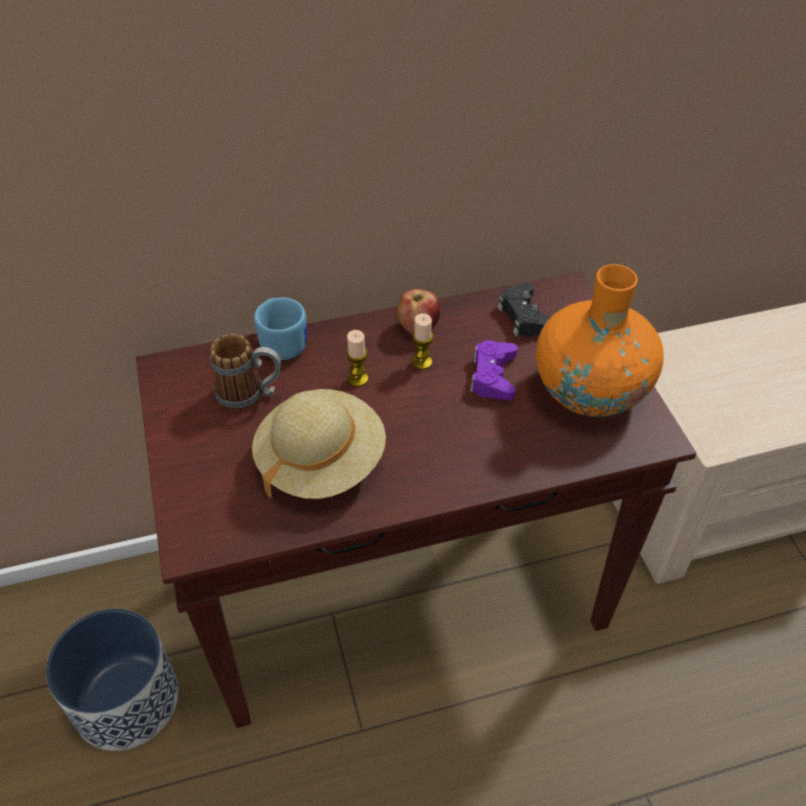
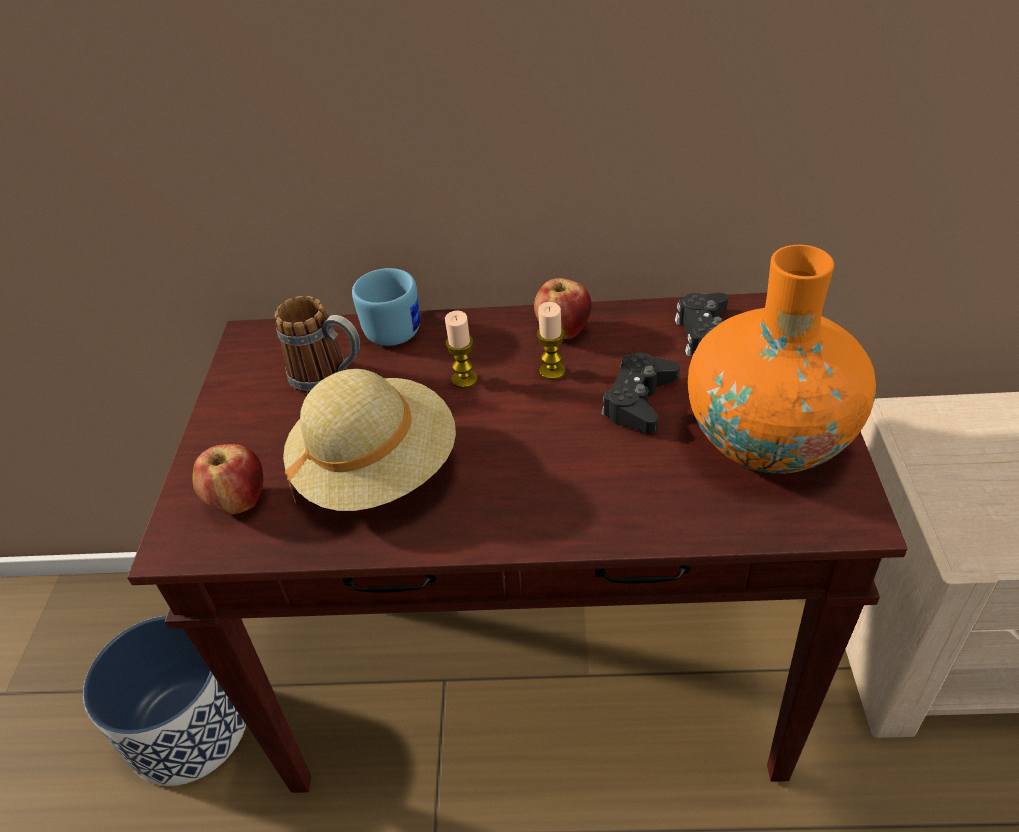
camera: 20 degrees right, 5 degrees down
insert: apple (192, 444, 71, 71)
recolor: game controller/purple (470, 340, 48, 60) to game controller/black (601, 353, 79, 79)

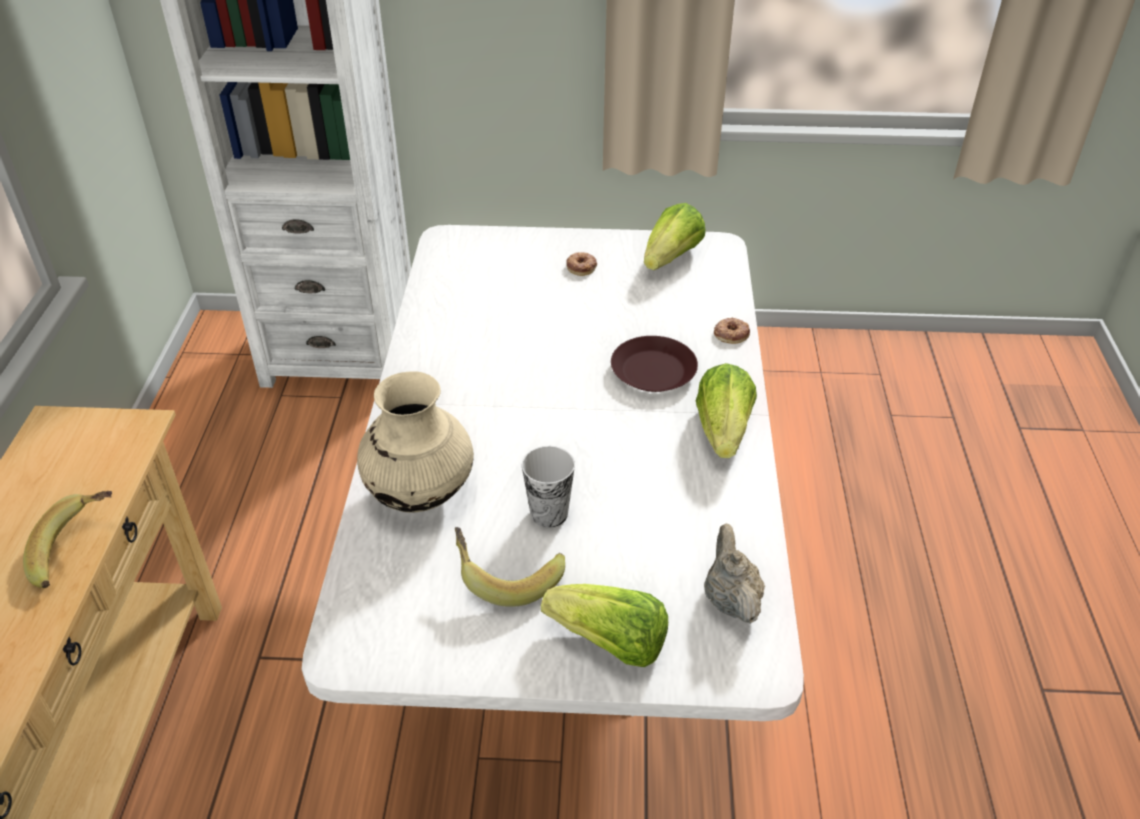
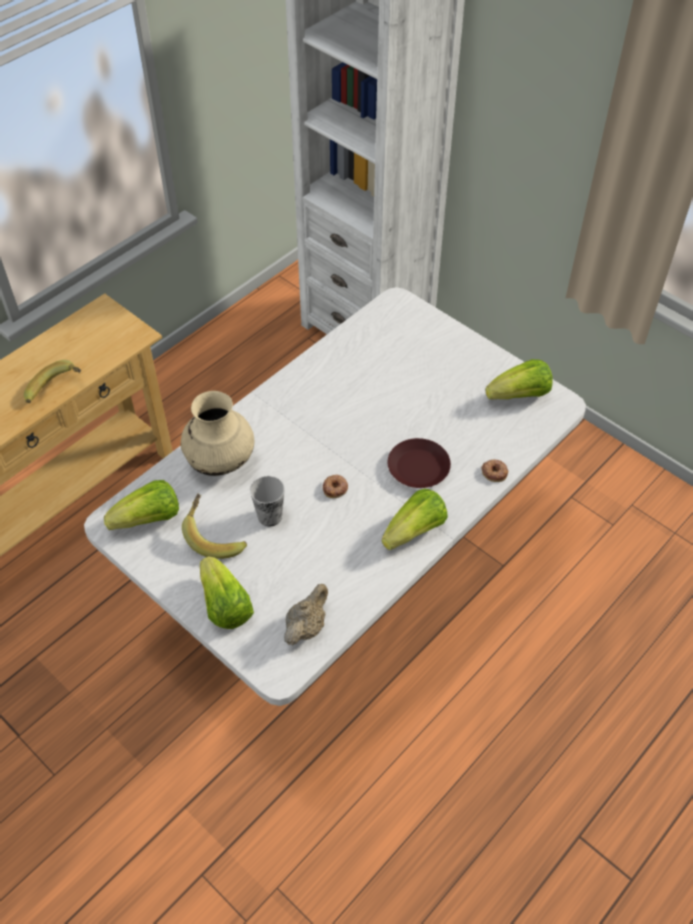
camera: 40 degrees right, 10 degrees up
insert: lettuce (104, 480, 75, 50)
move: donut (566, 252, 31, 24) to (323, 474, 25, 24)

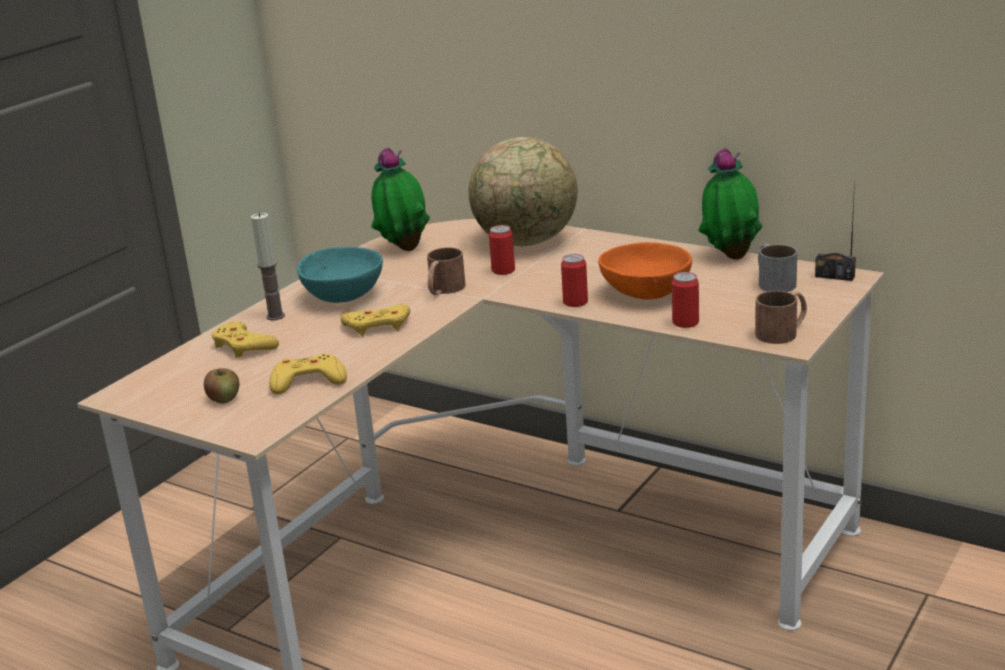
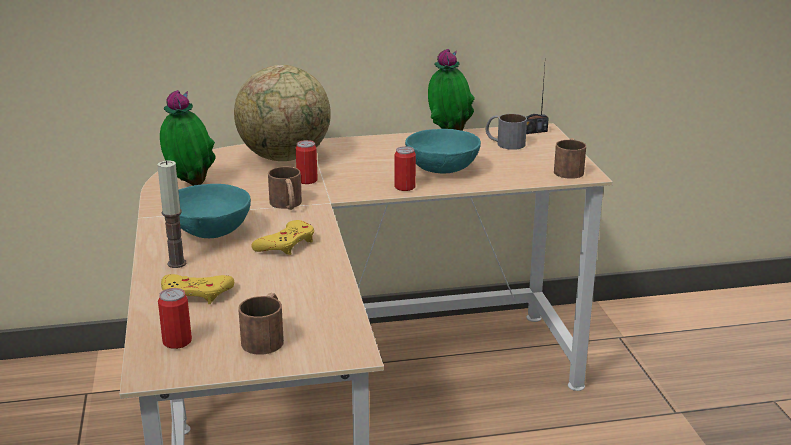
camera: 45 degrees left, 0 degrees up
delete: game controller/yellow (269, 354, 78, 40)
move: can (672, 272, 27, 56) to (158, 288, 34, 61)
replace: apple (204, 368, 35, 36) to mug/brown (238, 293, 46, 62)
recolor: bowl/orange (598, 242, 94, 58) to bowl/turquoise (405, 129, 76, 44)

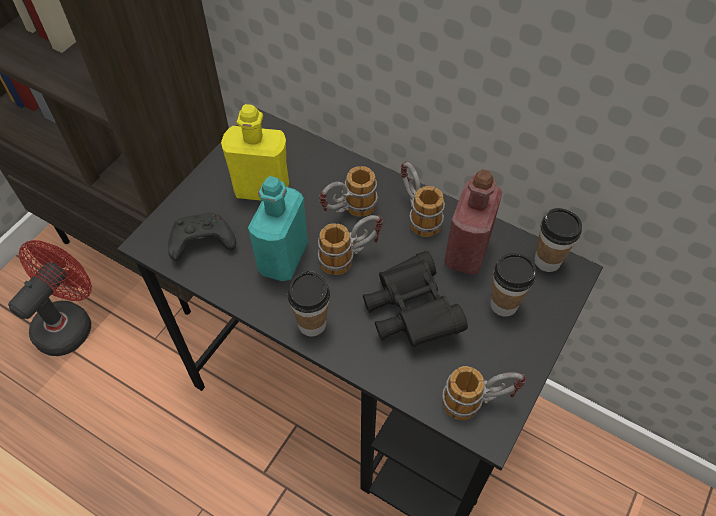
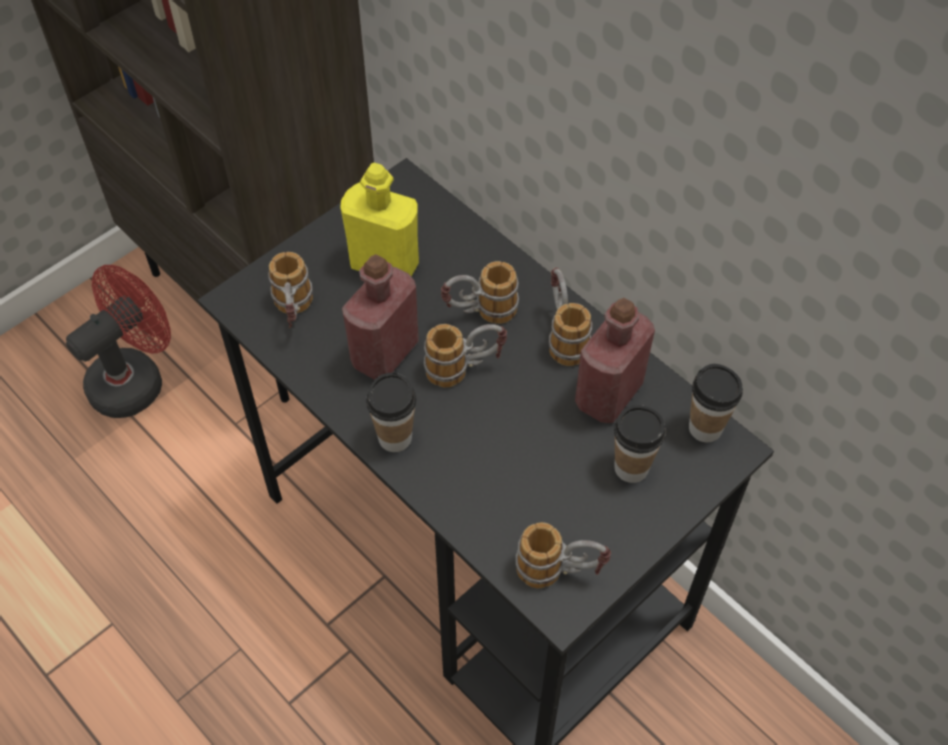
camera: 15 degrees right, 0 degrees up
delete: binoculars/black (363, 251, 105, 96)
replace: game controller/black (168, 213, 68, 48) to mug (268, 252, 45, 76)
recolor: bottle/turquoise (248, 176, 60, 105) to bottle/red (342, 254, 77, 126)

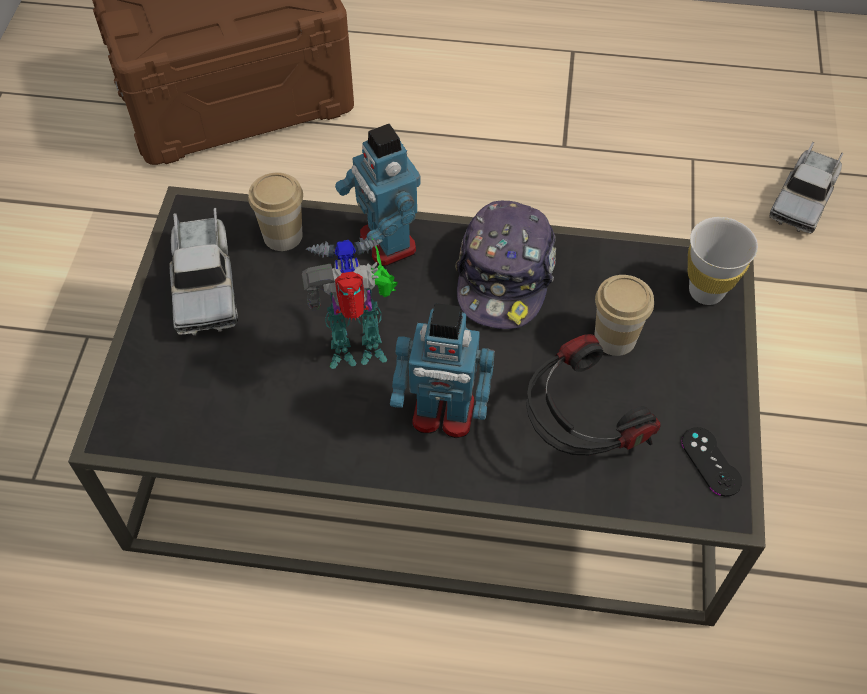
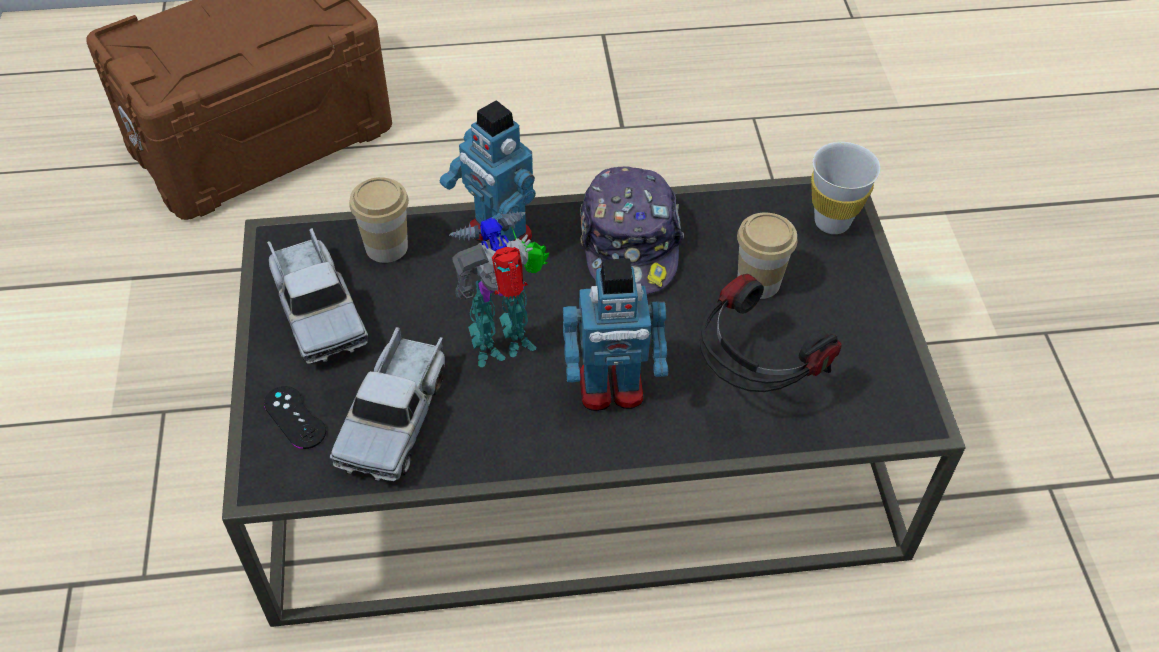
camera: 15 degrees left, 5 degrees down
move: game controller/black (681, 427, 61, 70) to (264, 386, 62, 63); toy truck (769, 142, 75, 92) to (330, 327, 115, 154)

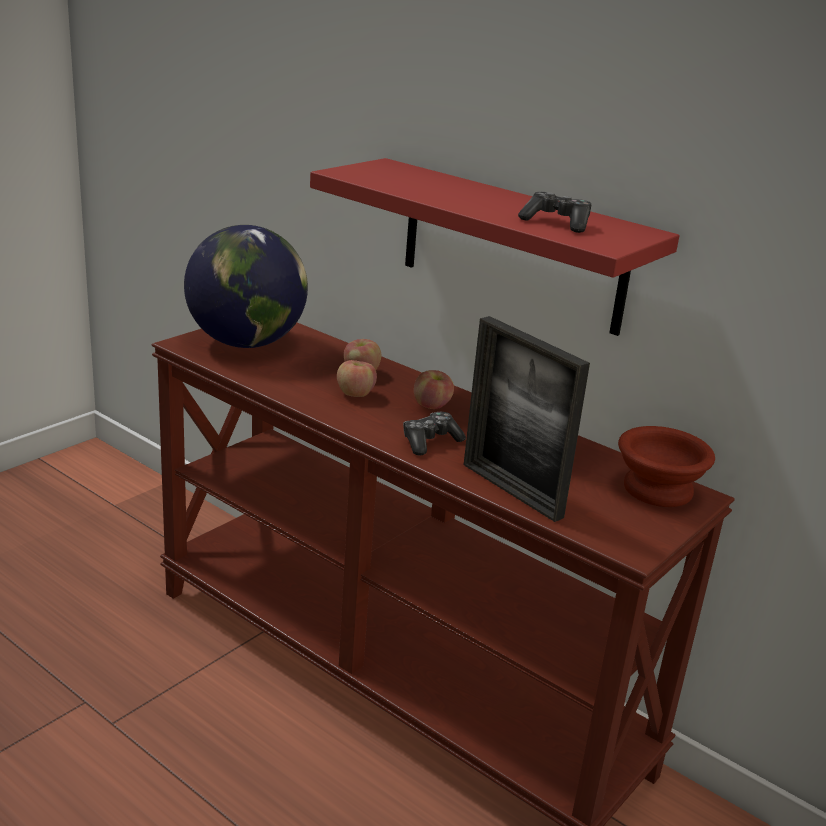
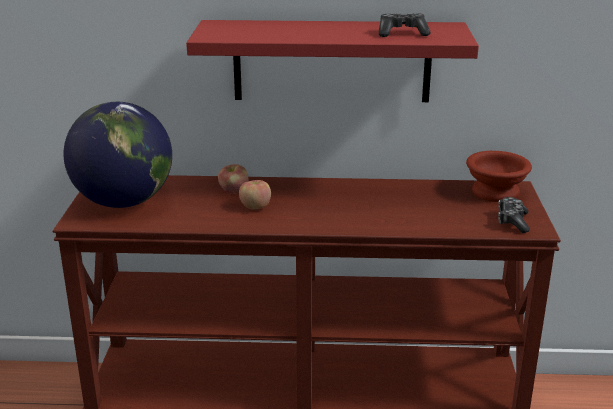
camera: 35 degrees left, 0 degrees up
delete: apple (414, 370, 40, 39); picture frame (464, 316, 126, 206)
move: game controller (403, 412, 63, 44) to (498, 197, 32, 36)

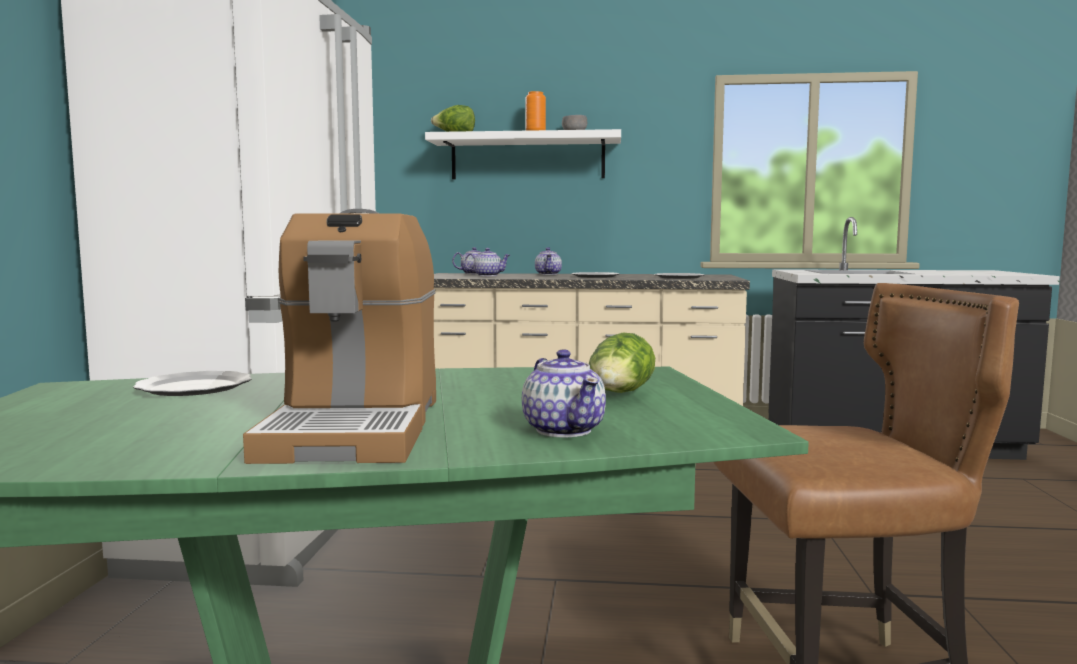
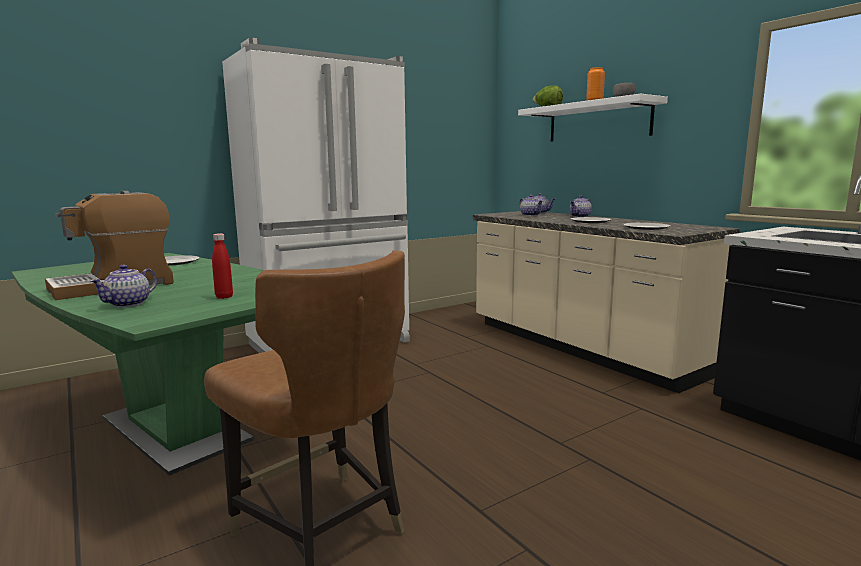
camera: 50 degrees right, 5 degrees up
replace: lettuce (589, 333, 66, 60) to bottle/red (212, 233, 21, 66)

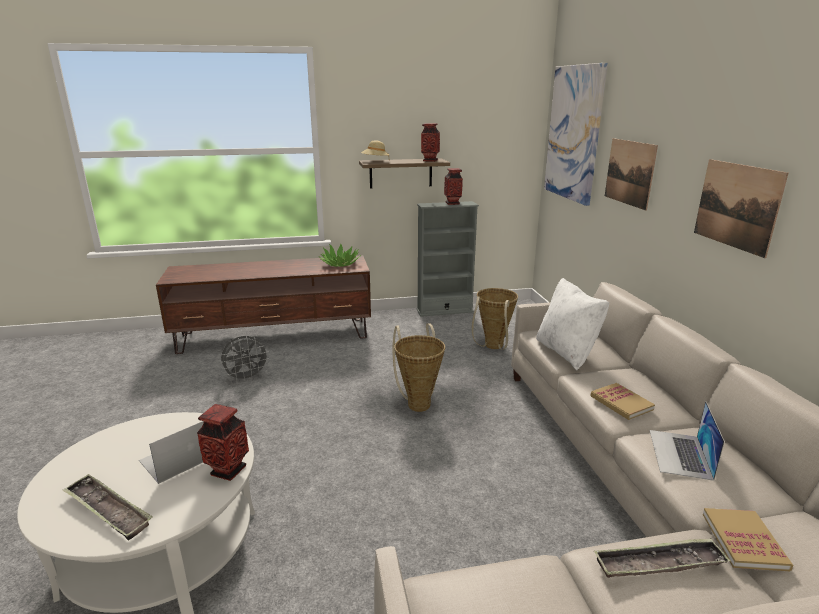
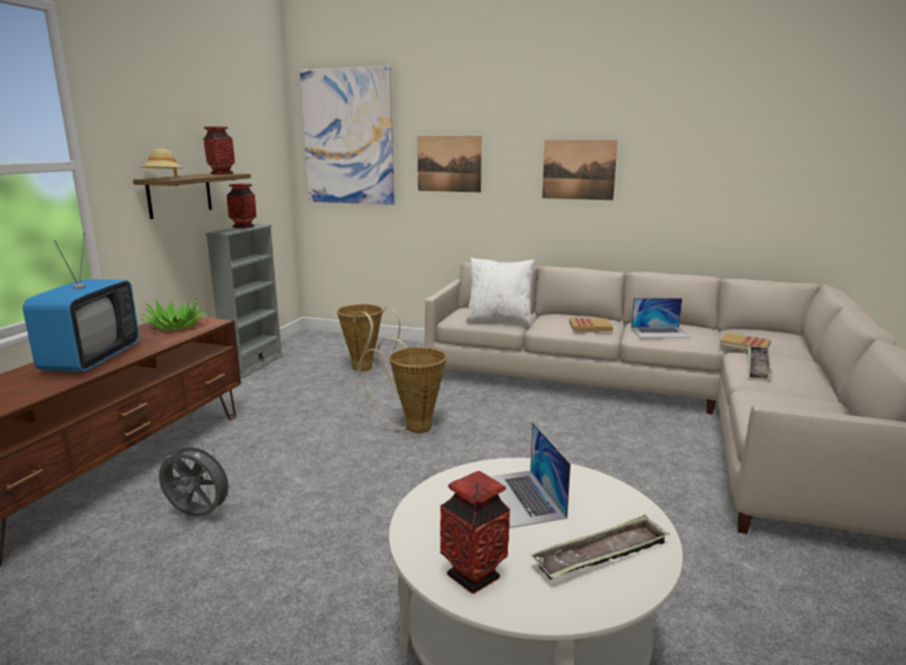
camera: 60 degrees left, 5 degrees down
insert: television (23, 233, 116, 139)
move: vase (197, 404, 52, 77) to (440, 471, 70, 123)
rotate: fan/grey (220, 336, 50, 46) = (159, 441, 76, 76) 75 degrees counterclockwise; laptop (650, 401, 75, 80) = (631, 298, 60, 40) 45 degrees counterclockwise

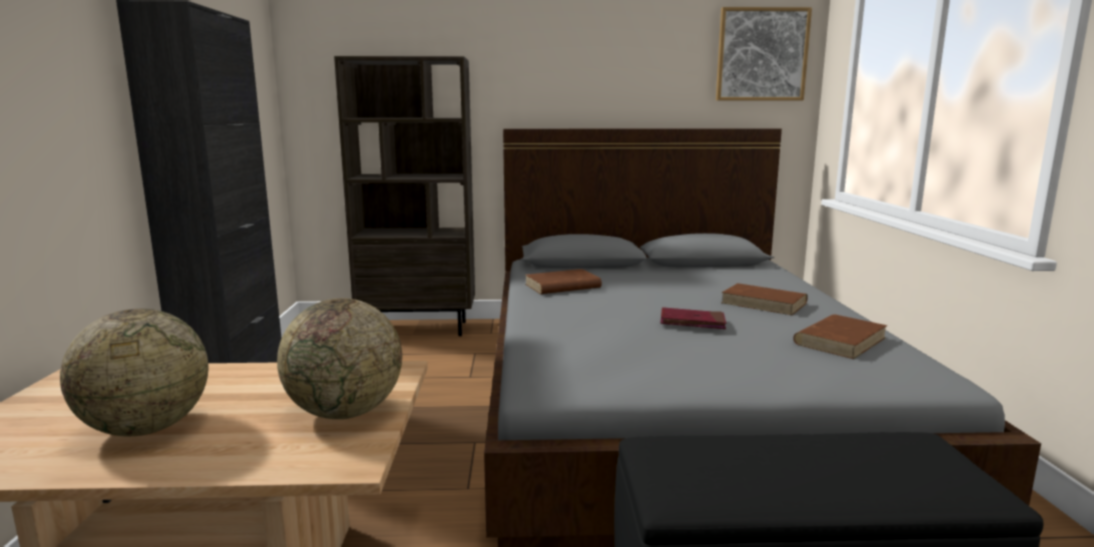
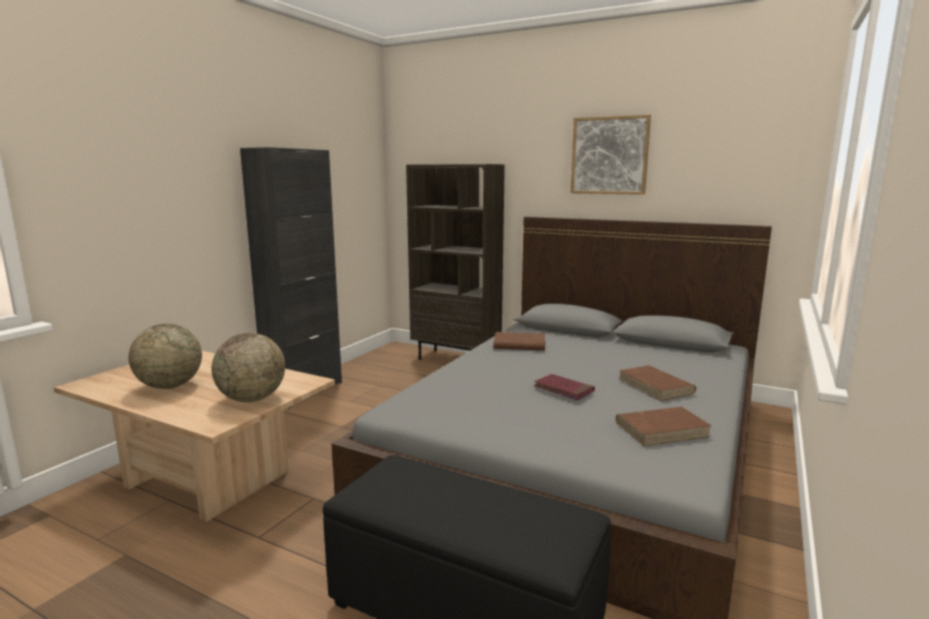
camera: 30 degrees right, 0 degrees up
move: picture (716, 7, 96, 94) to (571, 115, 80, 80)

